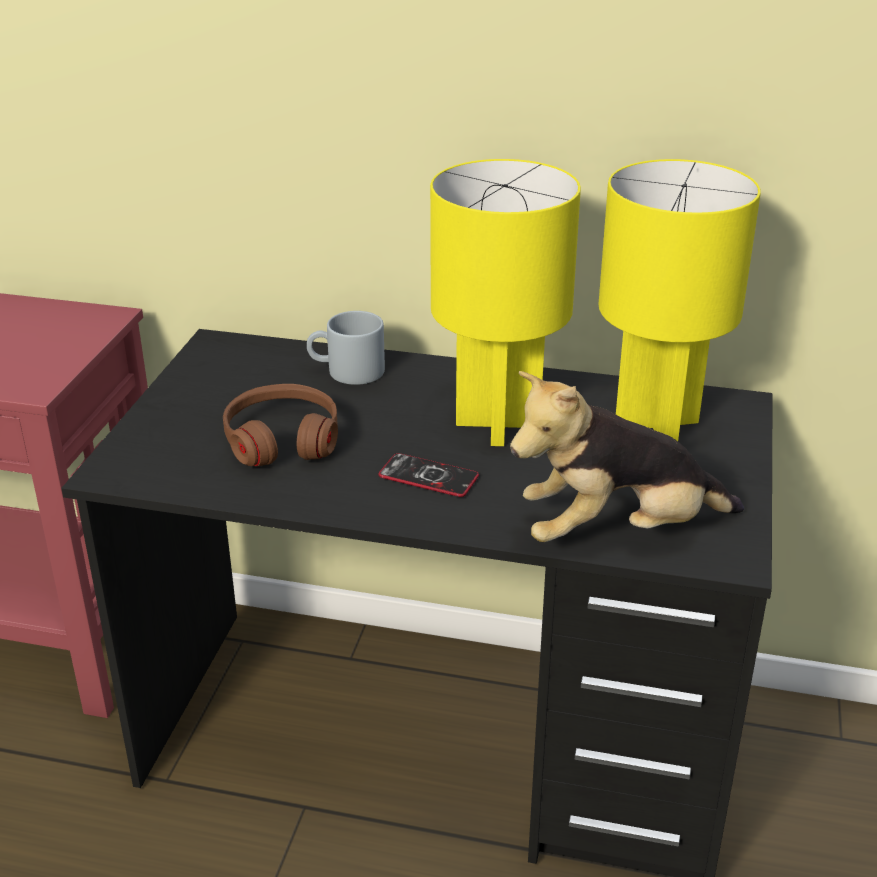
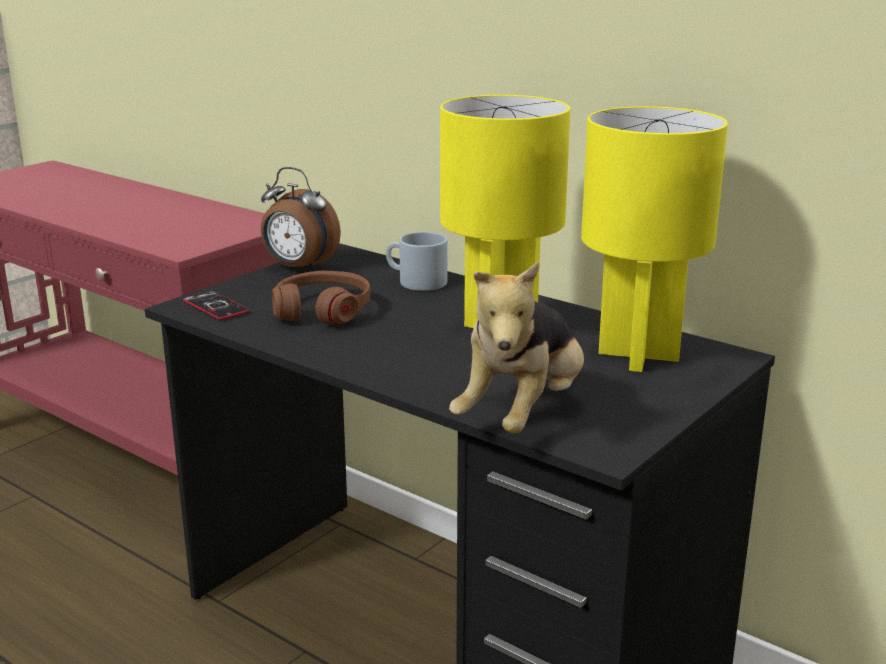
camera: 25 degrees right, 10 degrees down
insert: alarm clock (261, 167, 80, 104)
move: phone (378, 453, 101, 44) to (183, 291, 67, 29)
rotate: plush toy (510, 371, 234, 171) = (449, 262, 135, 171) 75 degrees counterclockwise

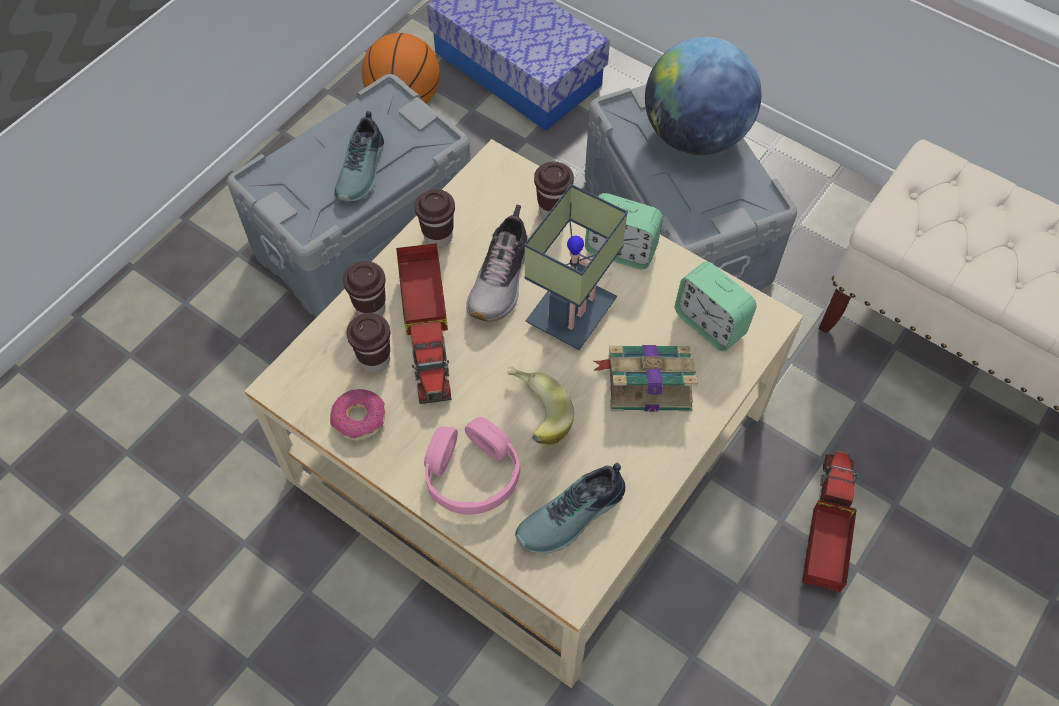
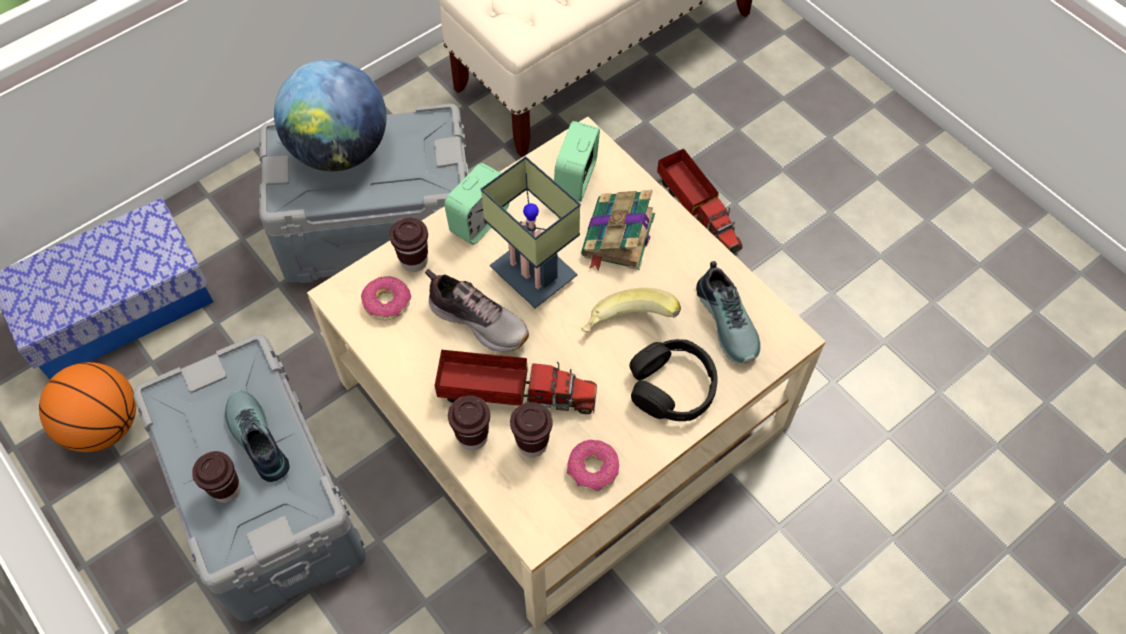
camera: 75 degrees left, 0 degrees up
insert: donut (361, 276, 50, 44)
move: cup/brown (414, 189, 41, 59) to (192, 451, 49, 52)
recolor: headphones/pink (424, 417, 97, 97) to headphones/black (630, 339, 88, 82)
rotate: shoe (334, 111, 50, 91) = (225, 390, 65, 92) 150 degrees counterclockwise; alarm clock (675, 262, 81, 90) = (554, 121, 46, 80) 135 degrees clockwise; toy truck (802, 451, 56, 141) = (657, 149, 86, 104) 150 degrees counterclockwise

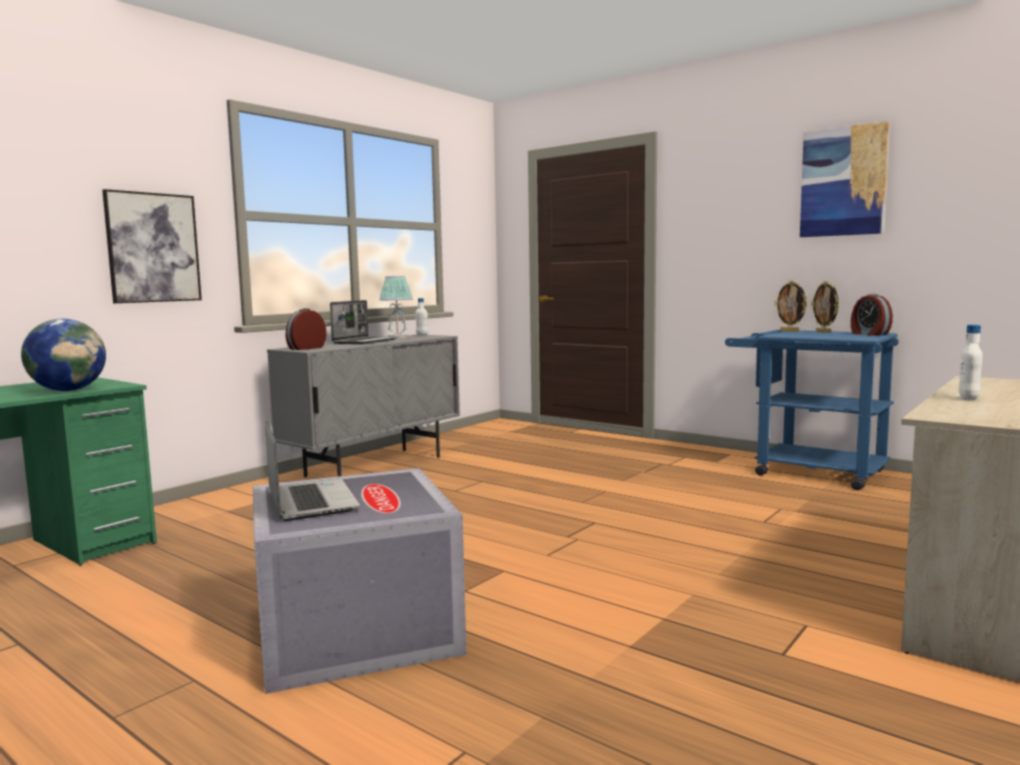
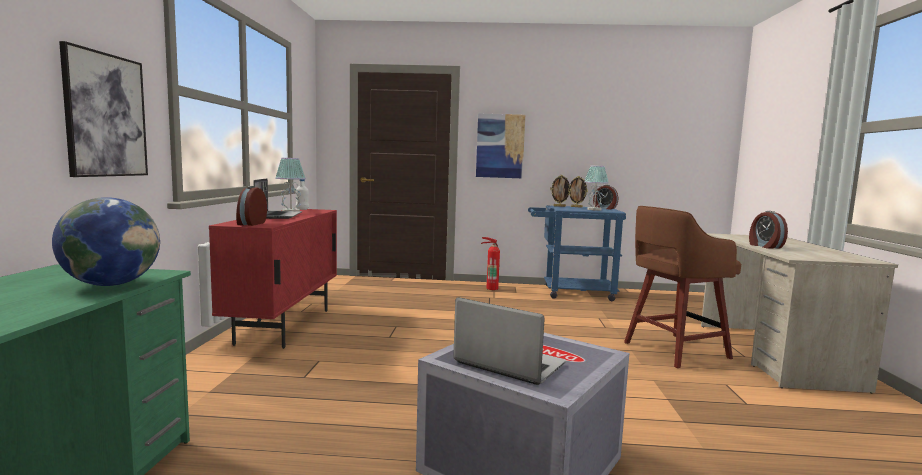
camera: 35 degrees left, 0 degrees up
insert: fire extinguisher (481, 237, 19, 53); table lamp (584, 165, 25, 46); stool/brown (624, 206, 117, 162)
move: picture (800, 121, 90, 116) to (476, 113, 49, 65)
replace: bottle/white (959, 324, 24, 77) to alarm clock (749, 211, 39, 38)
recolor: cabinet/grey (267, 334, 193, 144) to cabinet/red (209, 208, 128, 141)

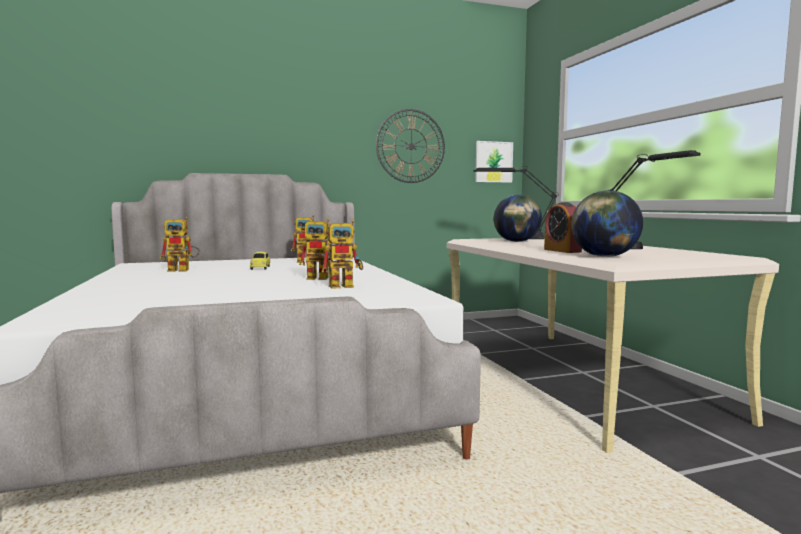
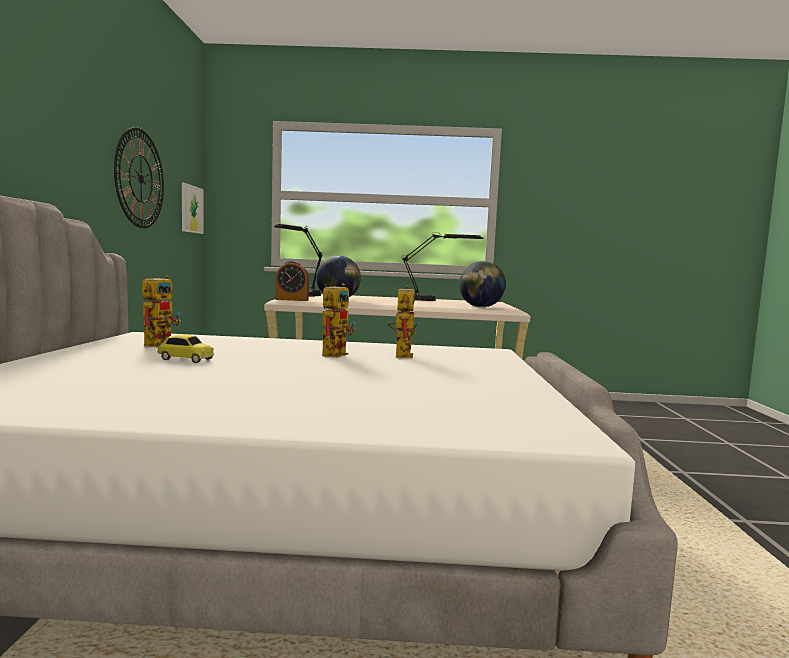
camera: 70 degrees left, 0 degrees up
delete: toy robot (160, 217, 40, 55)
move: alarm clock (544, 202, 38, 51) to (276, 261, 33, 40)

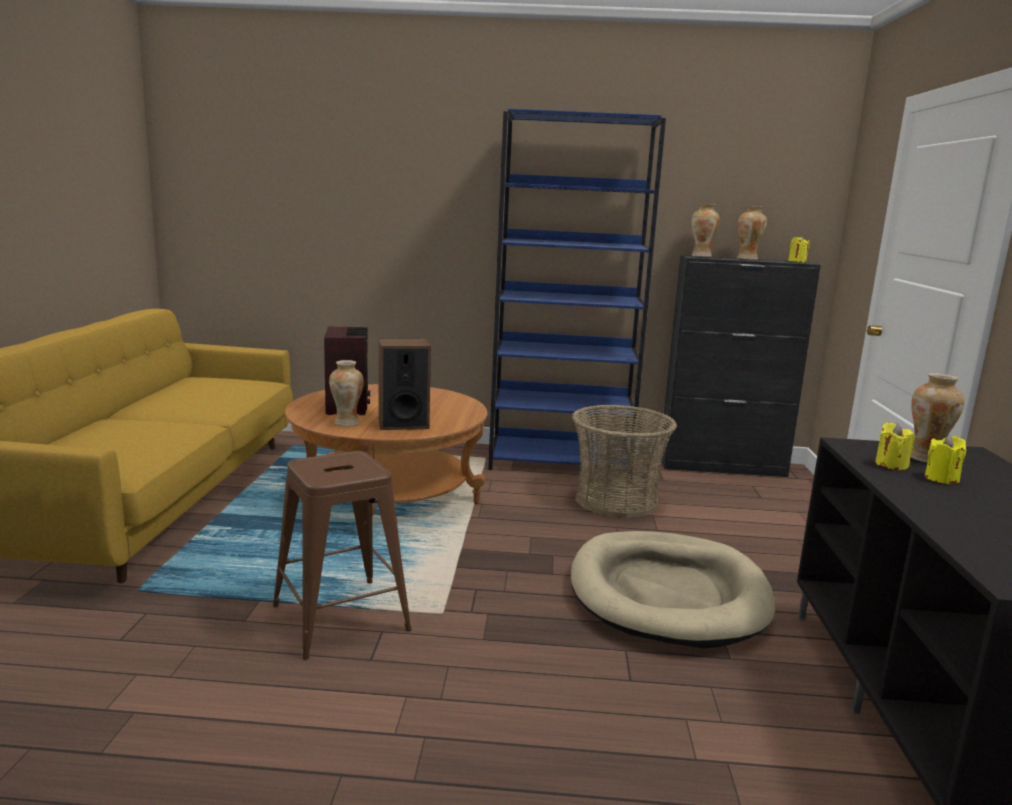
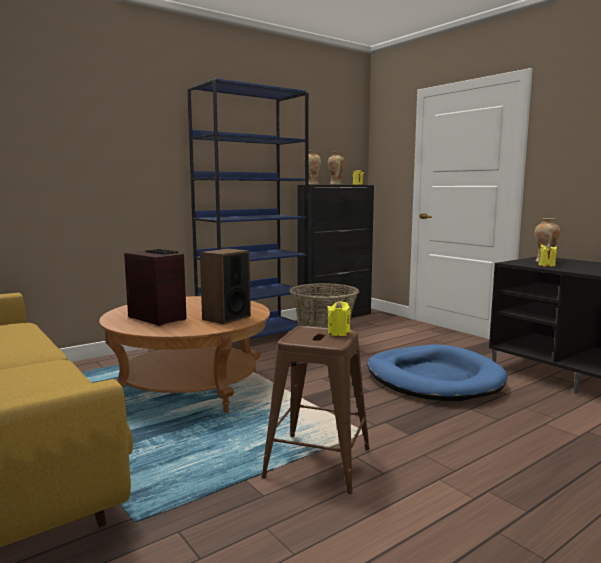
camera: 40 degrees left, 5 degrees down
delete: vase (329, 360, 35, 67)
move: candle/yellow (925, 435, 41, 49) to (328, 301, 23, 35)
recolor: dog bed/beige (571, 531, 205, 117) to dog bed/blue (367, 344, 141, 57)

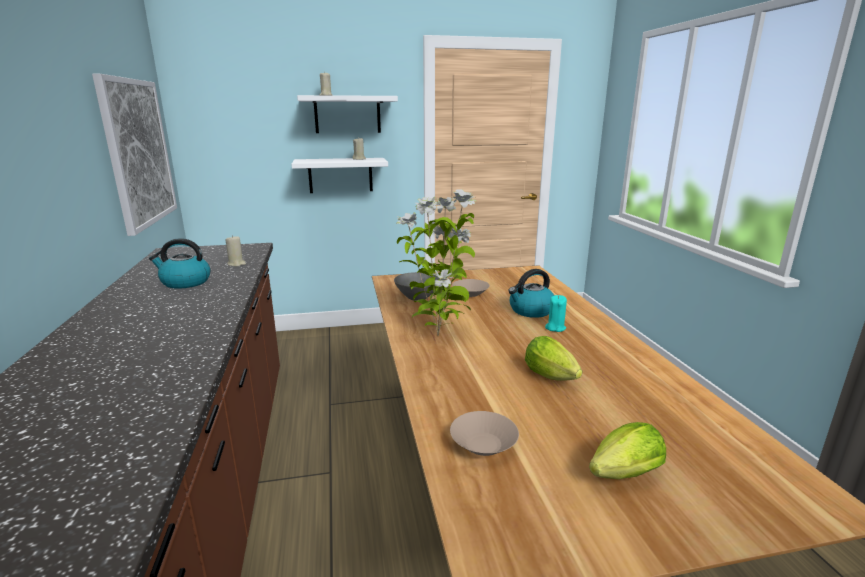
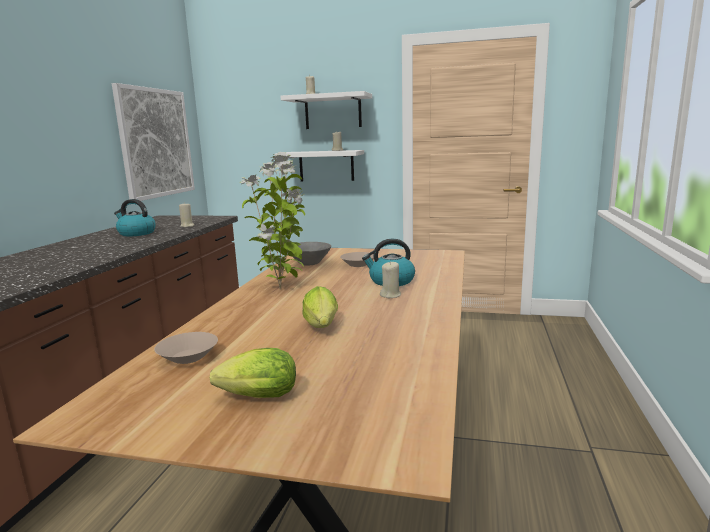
camera: 25 degrees right, 5 degrees down
recolor: candle/turquoise (545, 295, 22, 37) to candle/beige (380, 261, 21, 37)

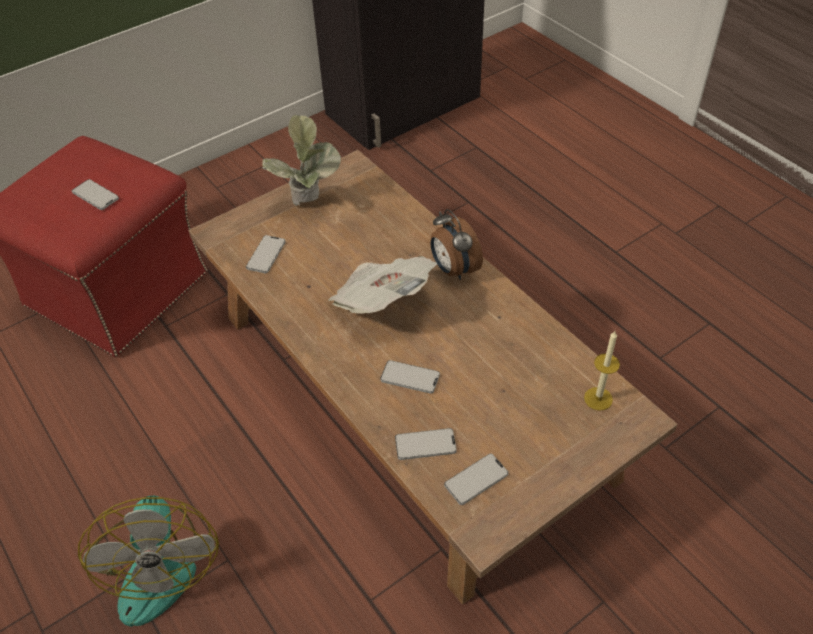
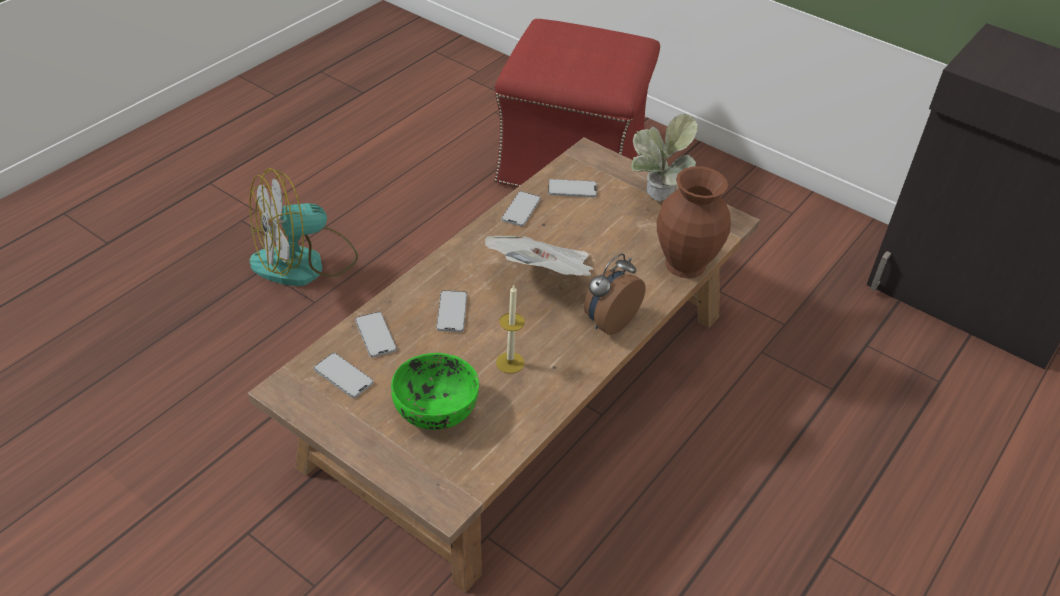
camera: 70 degrees right, 5 degrees down
insert: bowl/green (391, 353, 88, 77); vase/brown (657, 166, 74, 113)
move: candle (584, 331, 36, 80) to (496, 285, 29, 89); phone (72, 179, 47, 31) to (502, 191, 39, 36)

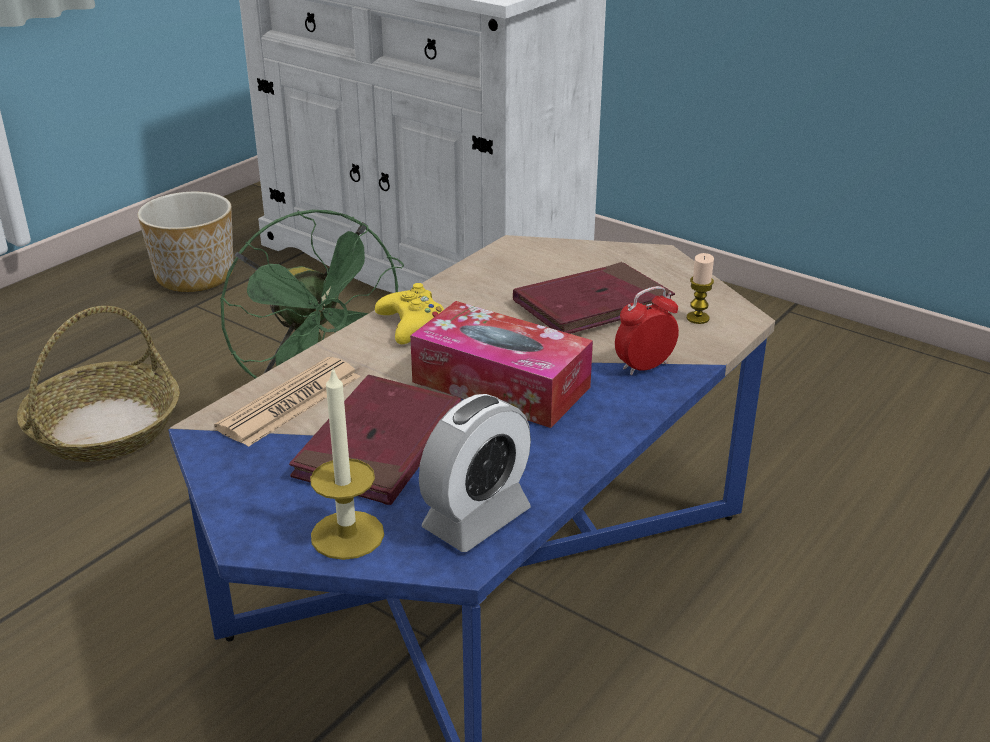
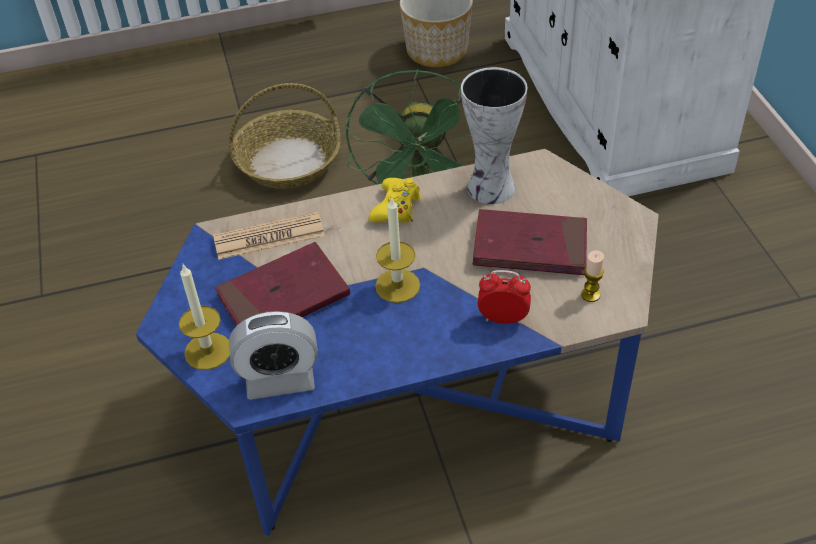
camera: 40 degrees right, 15 degrees up
insert: vase (461, 67, 66, 137)
replace: tissue box (410, 301, 183, 127) to candle (375, 196, 45, 107)

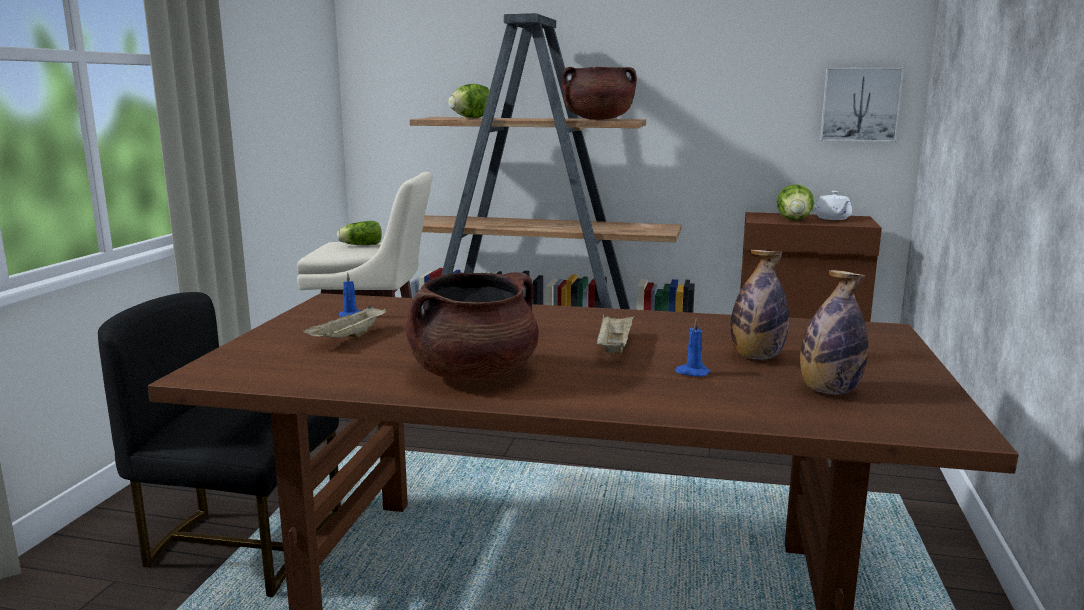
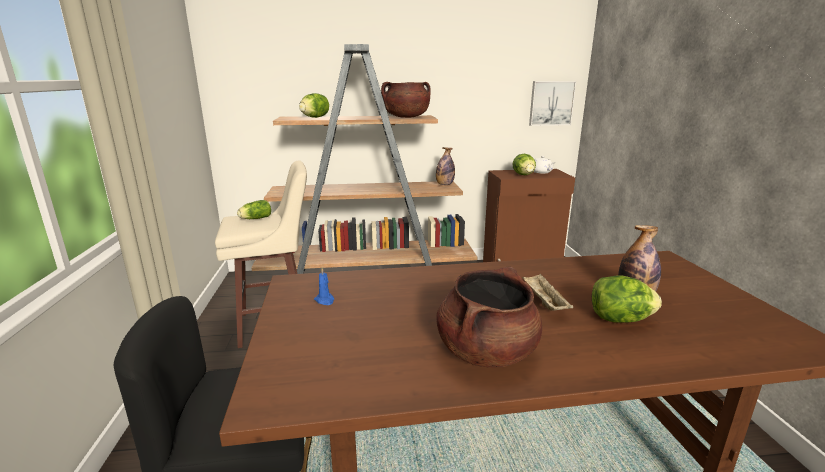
camera: 20 degrees left, 5 degrees up
delete: tray/beige (303, 305, 83, 33)
move: bottle (800, 270, 68, 125) to (436, 147, 19, 38)
replace: candle/blue (675, 318, 35, 59) to lettuce (592, 275, 70, 48)

